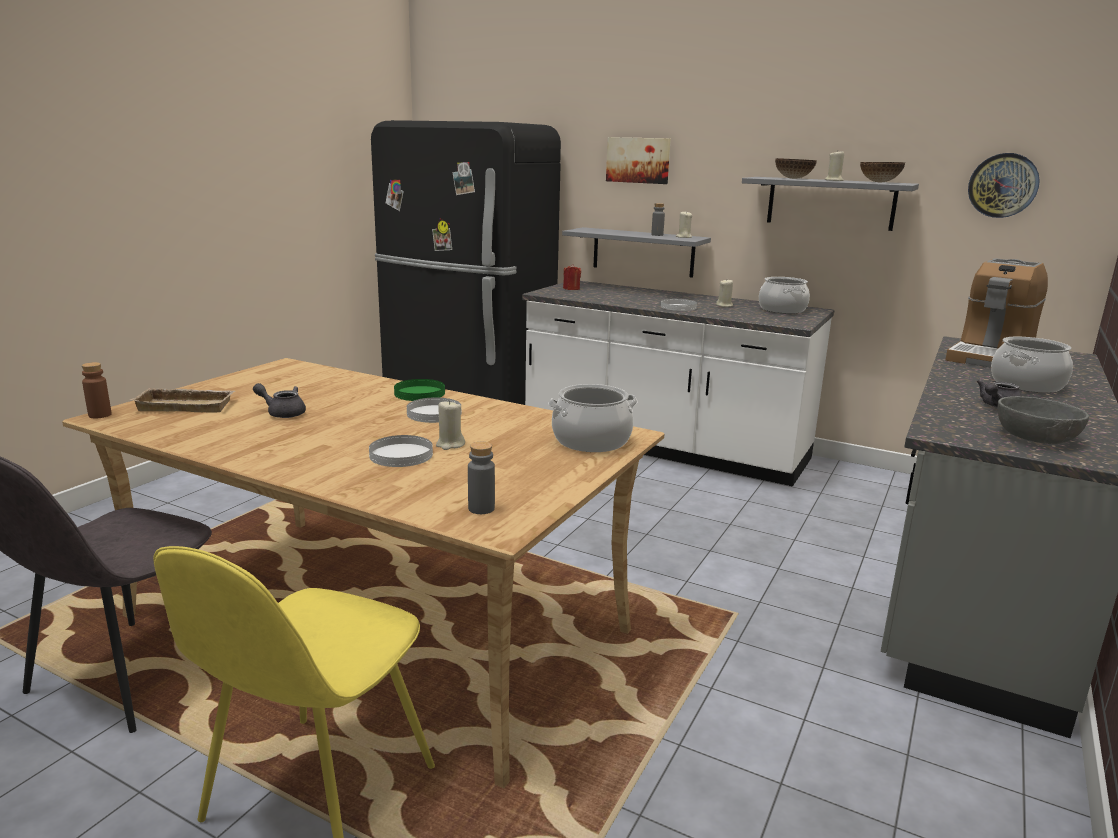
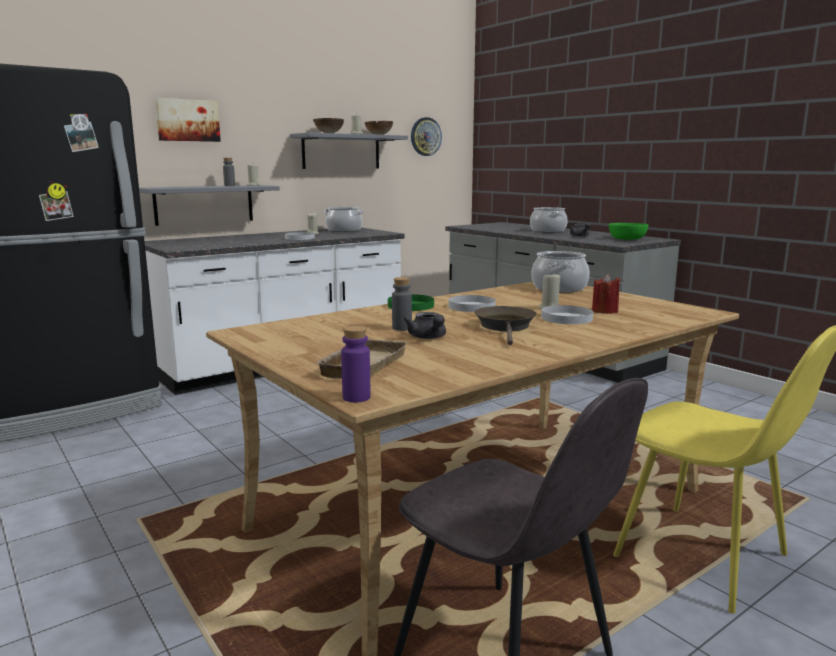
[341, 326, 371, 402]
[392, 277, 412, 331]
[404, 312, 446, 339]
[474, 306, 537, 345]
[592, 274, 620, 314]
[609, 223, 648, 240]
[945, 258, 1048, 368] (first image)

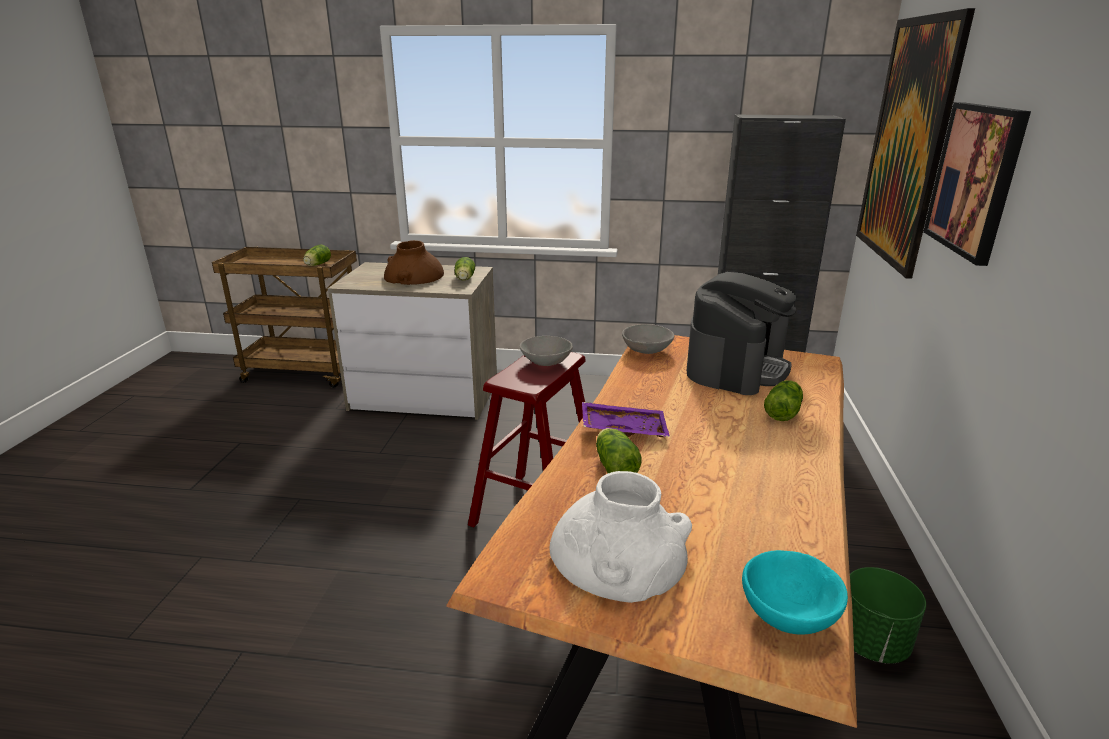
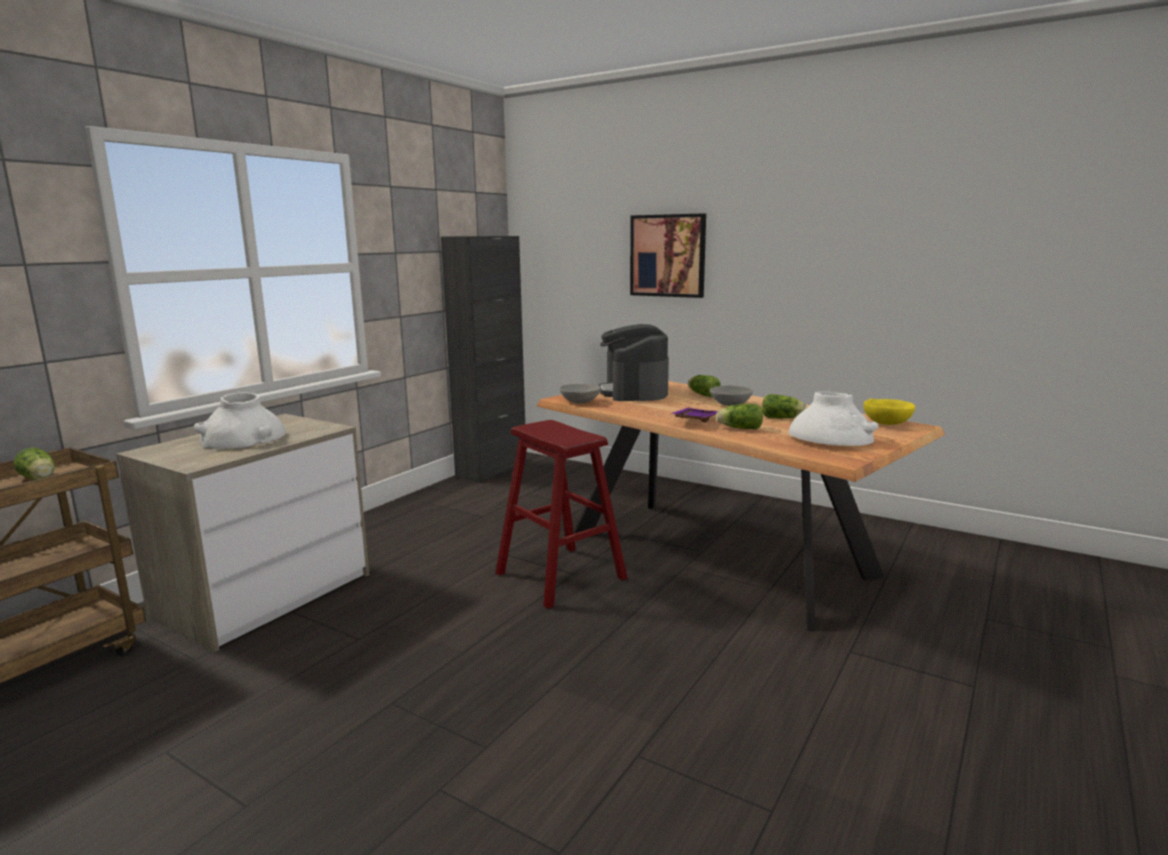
[194, 392, 286, 449]
[598, 324, 669, 401]
[710, 385, 753, 406]
[762, 394, 807, 418]
[863, 399, 915, 425]
[850, 567, 926, 664] (first image)
[856, 8, 975, 279] (first image)

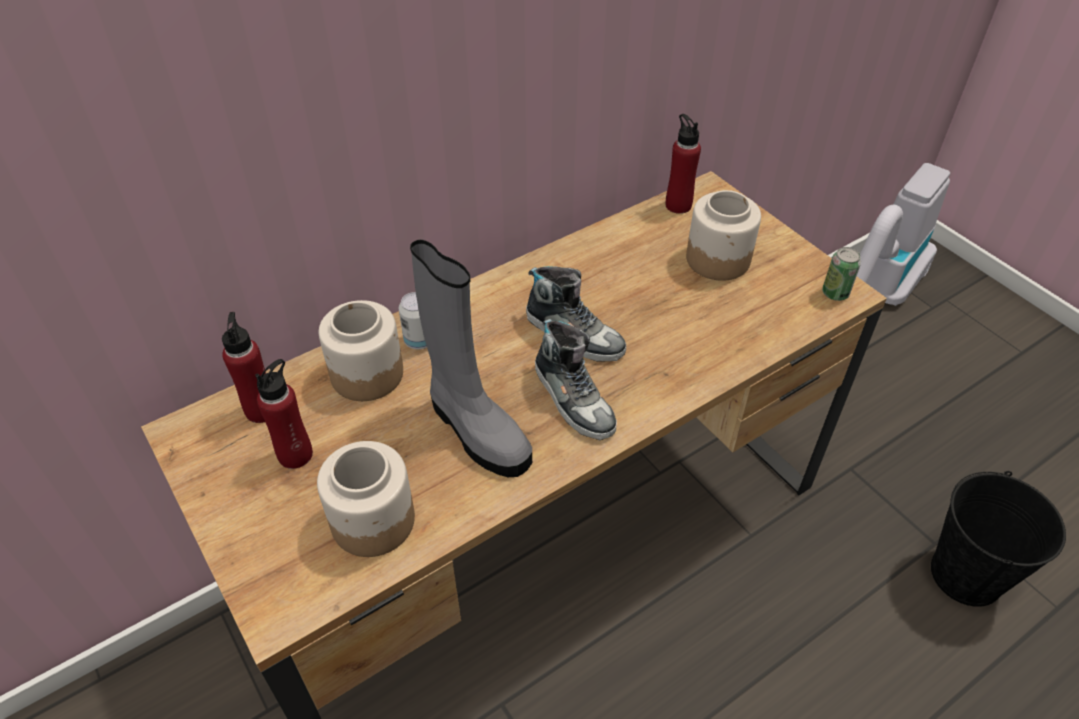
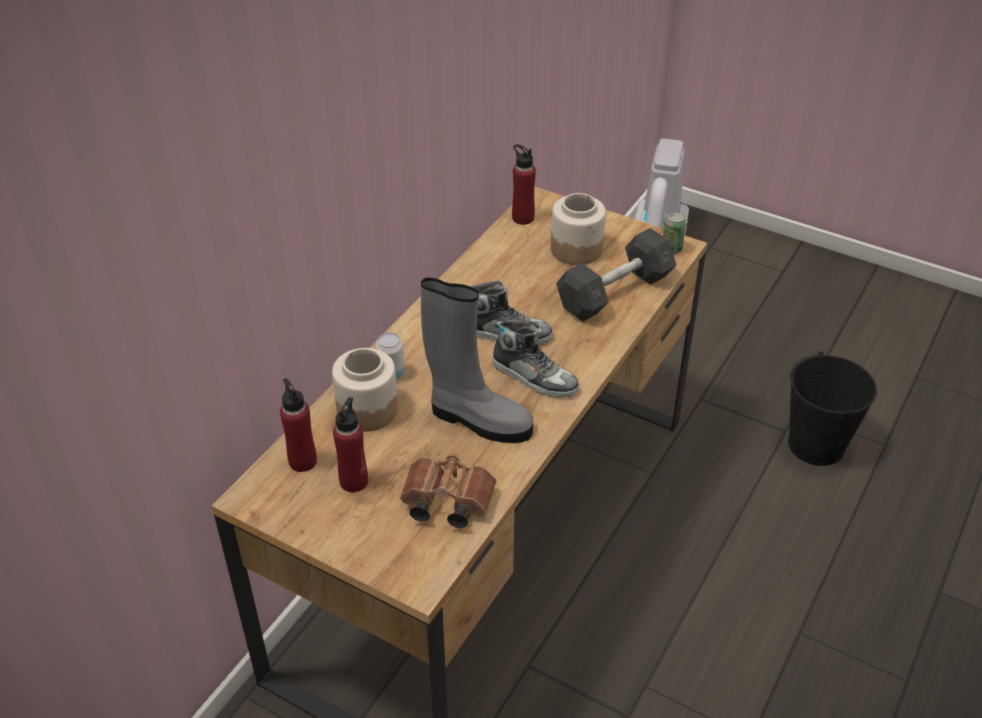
[400, 454, 497, 528]
[556, 228, 677, 322]

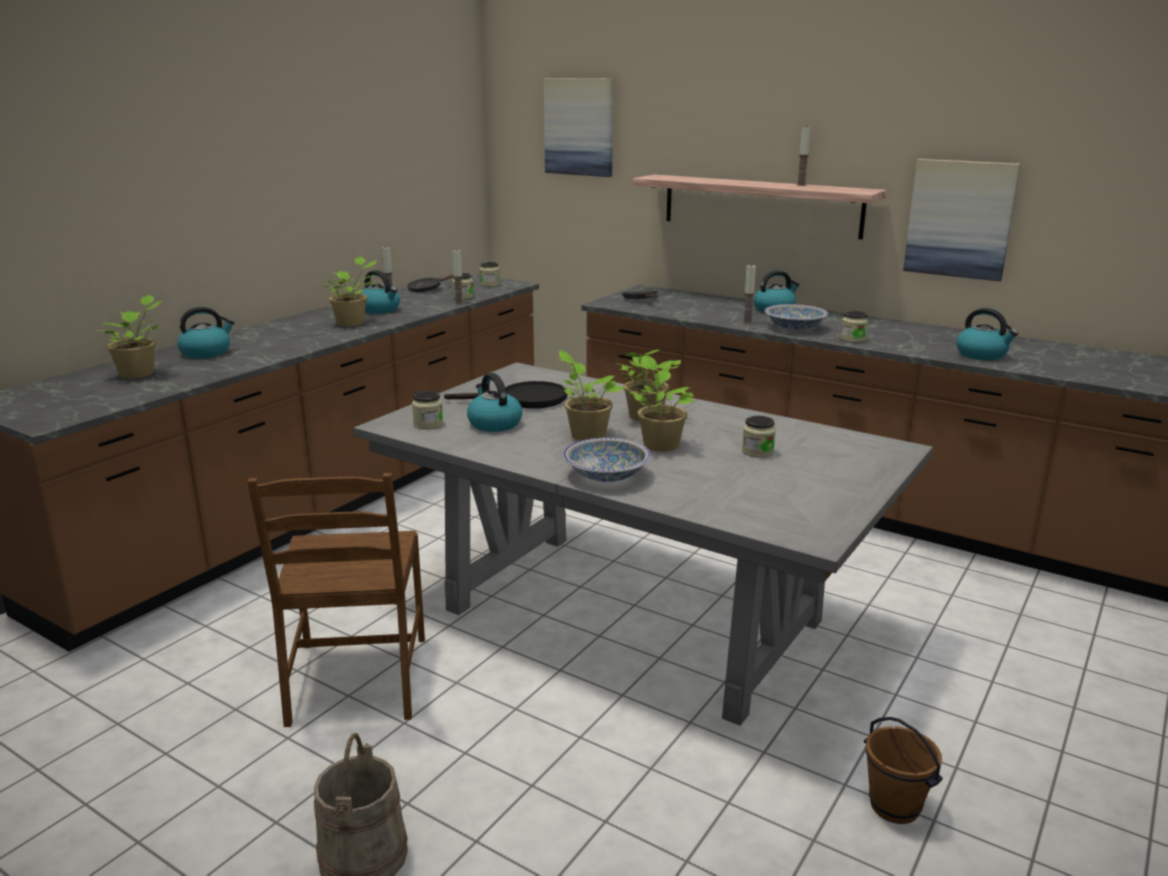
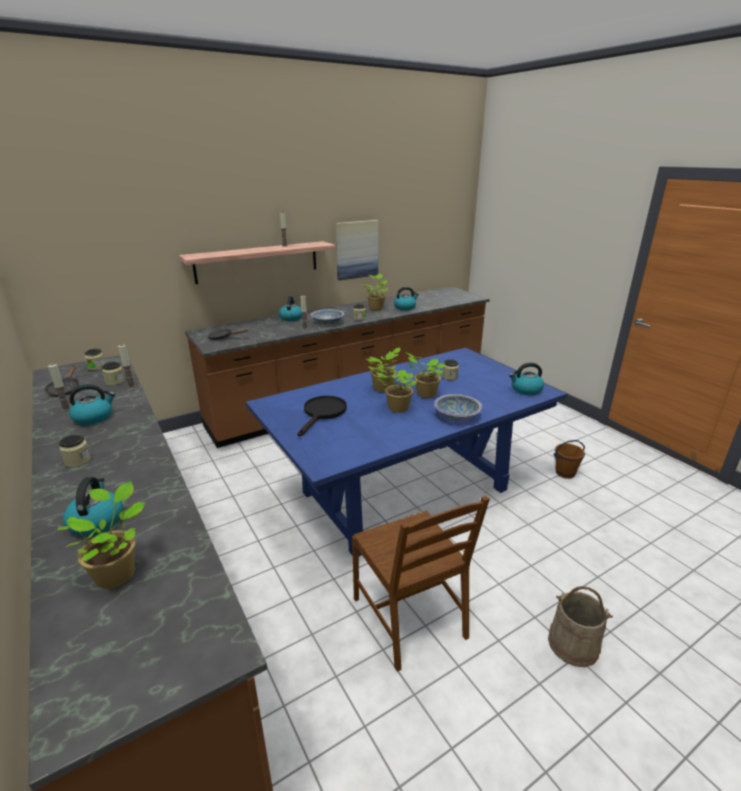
[59, 435, 91, 467]
[246, 348, 567, 556]
[352, 496, 490, 671]
[363, 274, 388, 311]
[509, 363, 544, 395]
[544, 78, 613, 177] (first image)

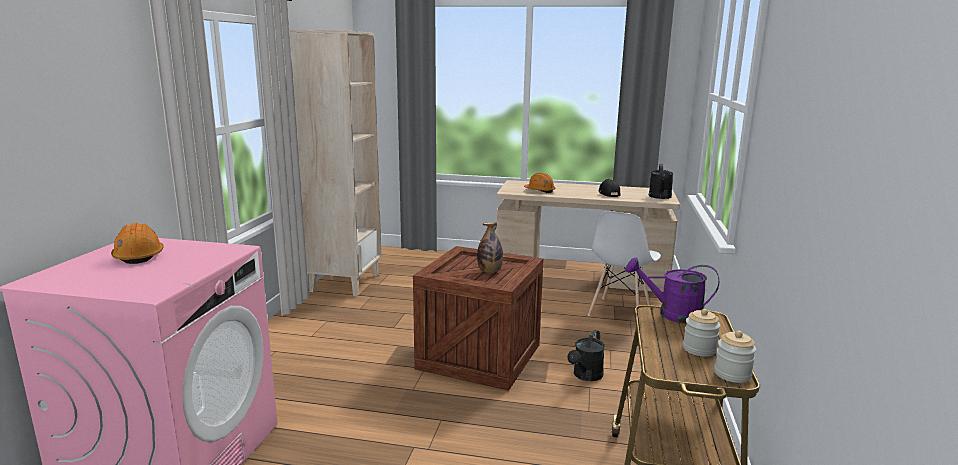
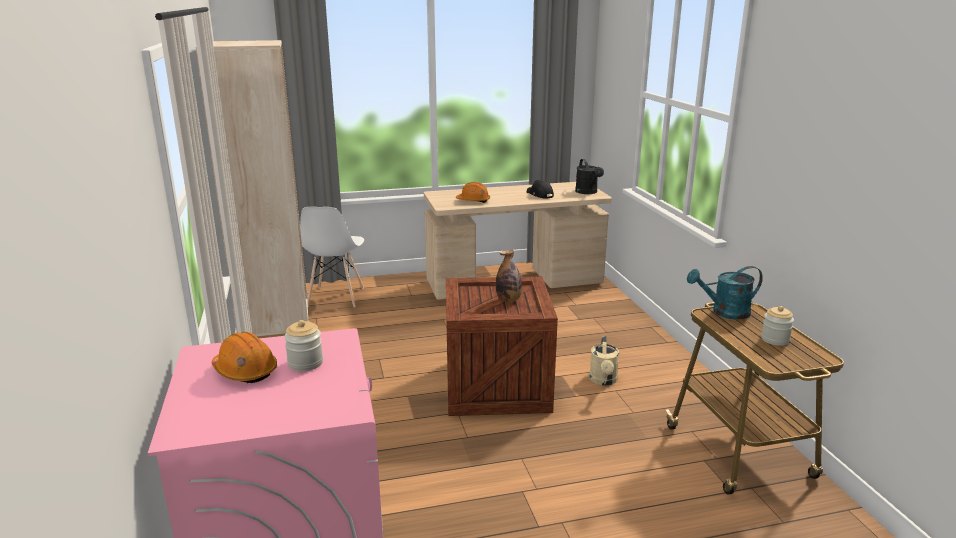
[284, 320, 323, 371]
[300, 207, 364, 307]
[589, 336, 619, 385]
[687, 266, 763, 320]

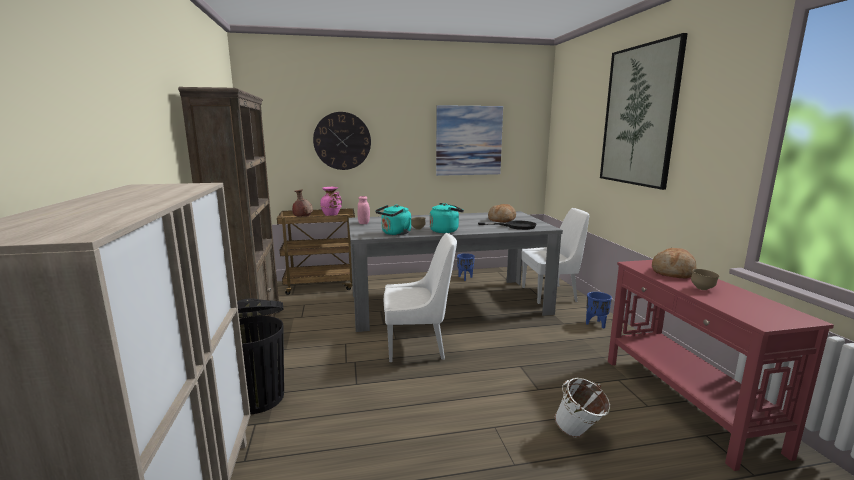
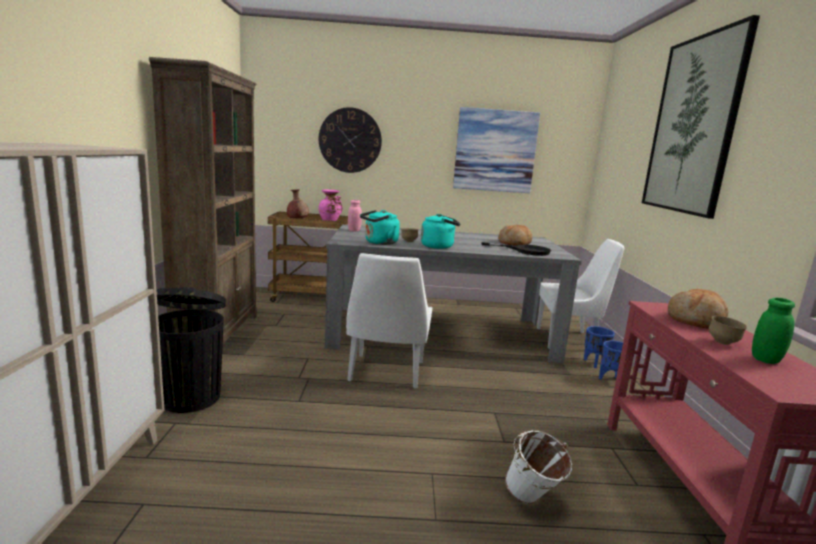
[346, 253, 432, 389]
[584, 326, 615, 368]
[752, 298, 795, 364]

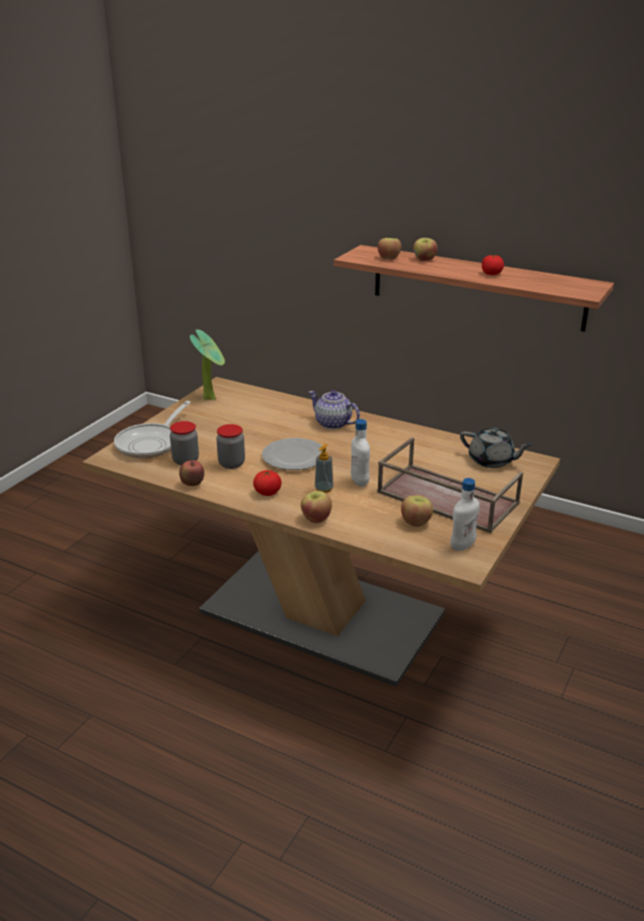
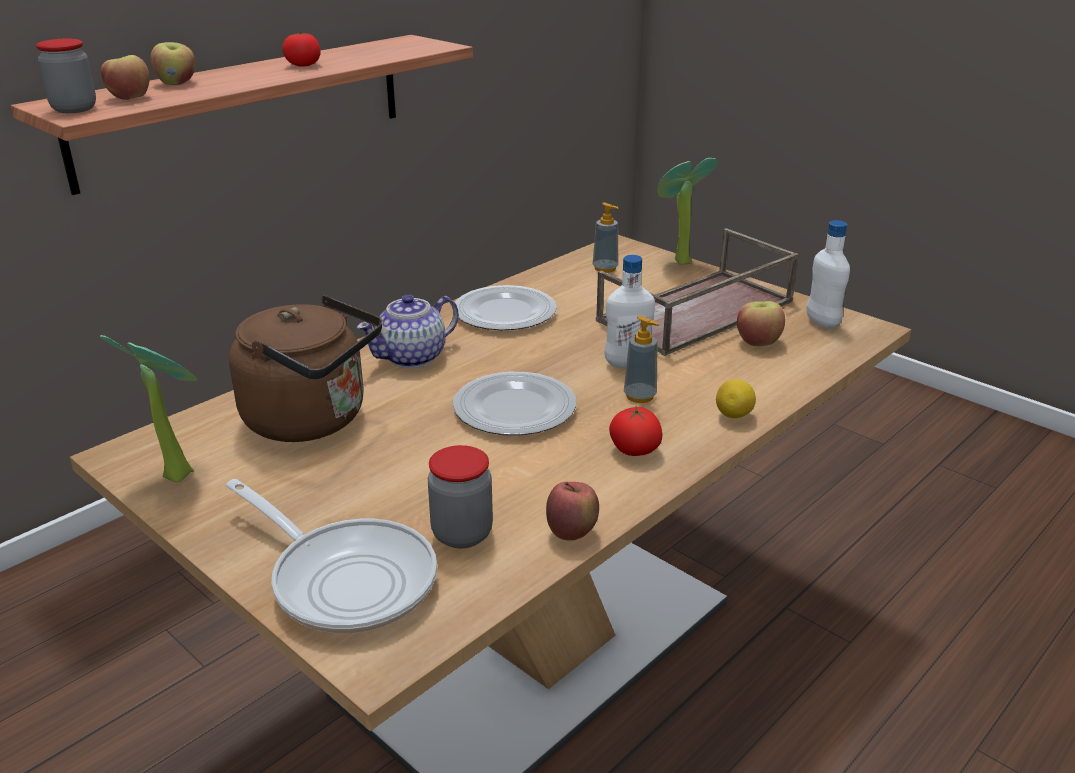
[36, 39, 96, 113]
[229, 295, 382, 442]
[455, 285, 557, 330]
[593, 202, 619, 273]
[657, 158, 718, 265]
[716, 379, 756, 418]

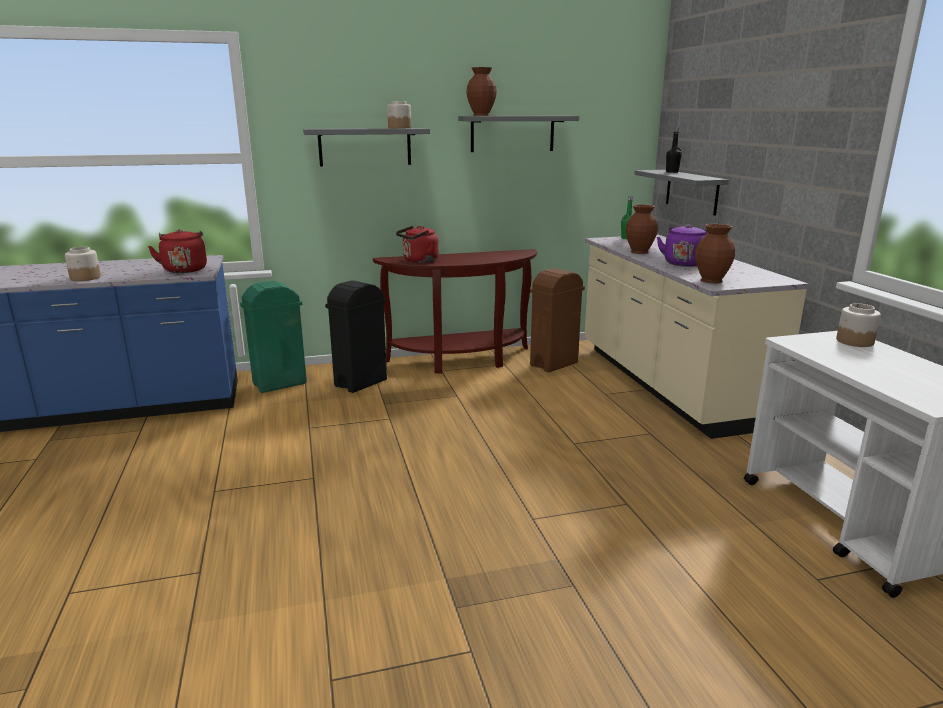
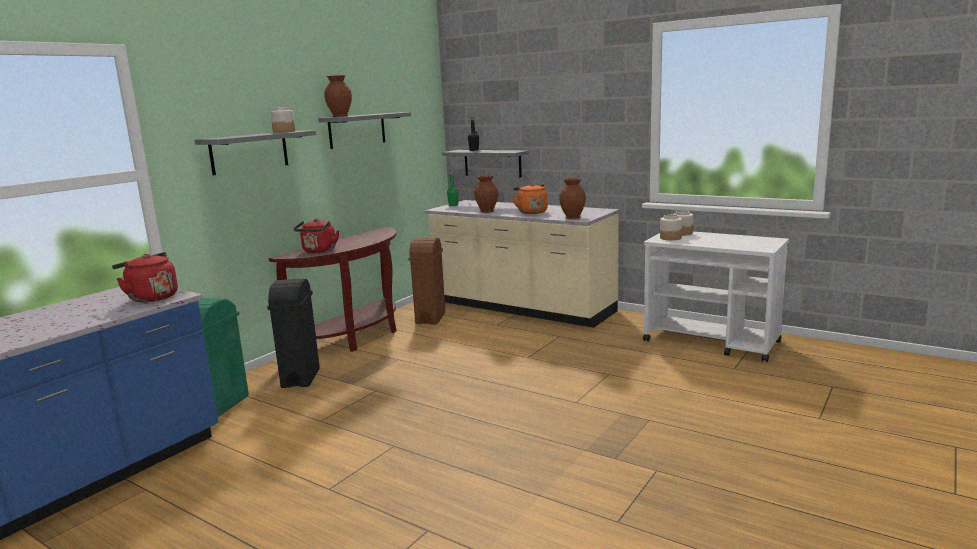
[512, 183, 548, 214]
[660, 214, 682, 240]

